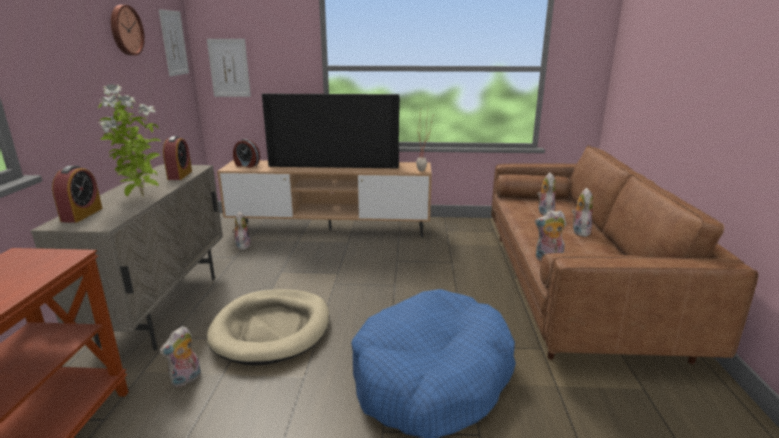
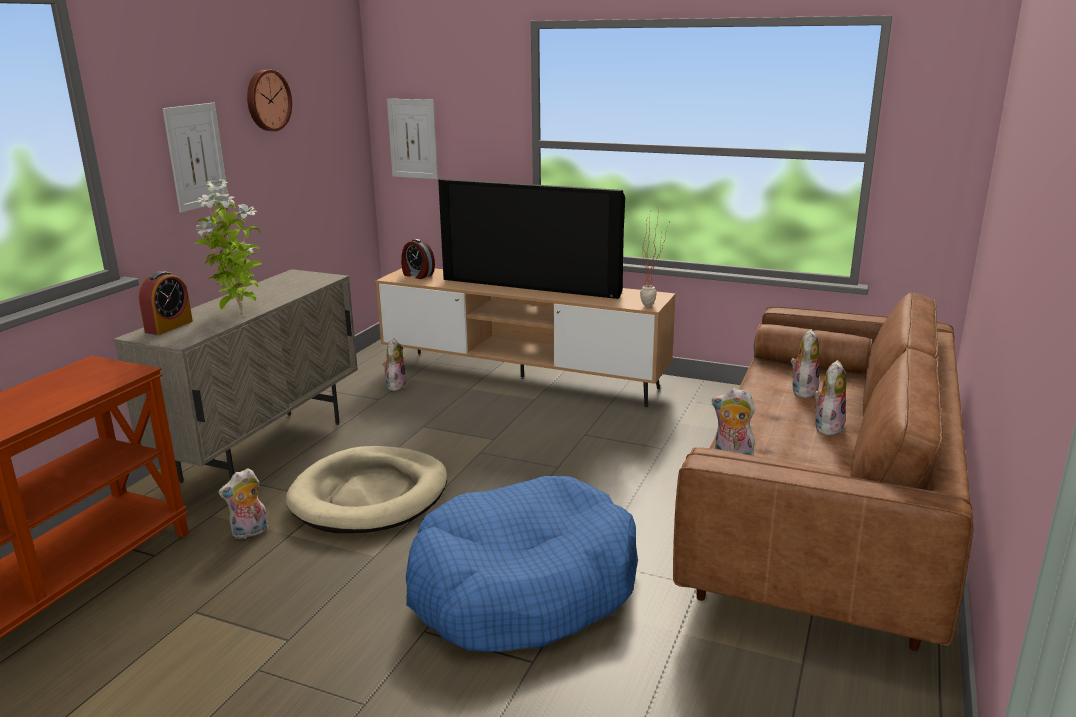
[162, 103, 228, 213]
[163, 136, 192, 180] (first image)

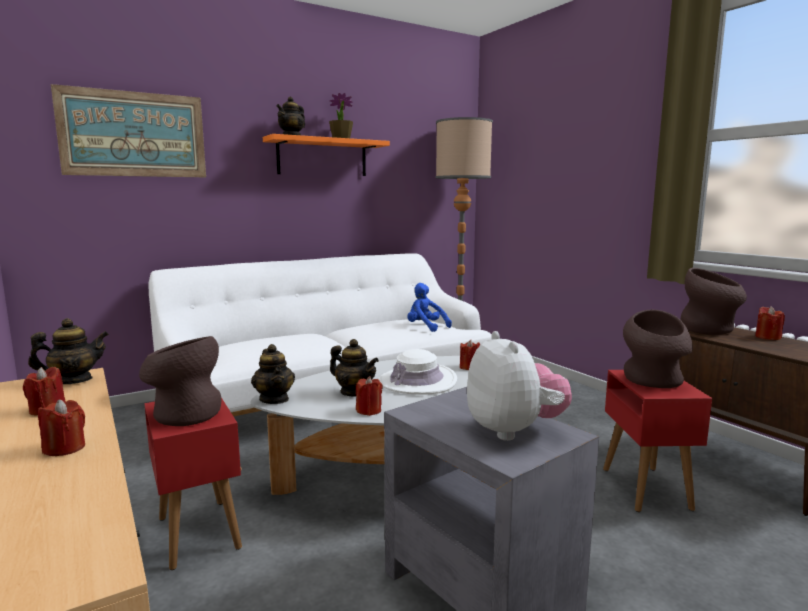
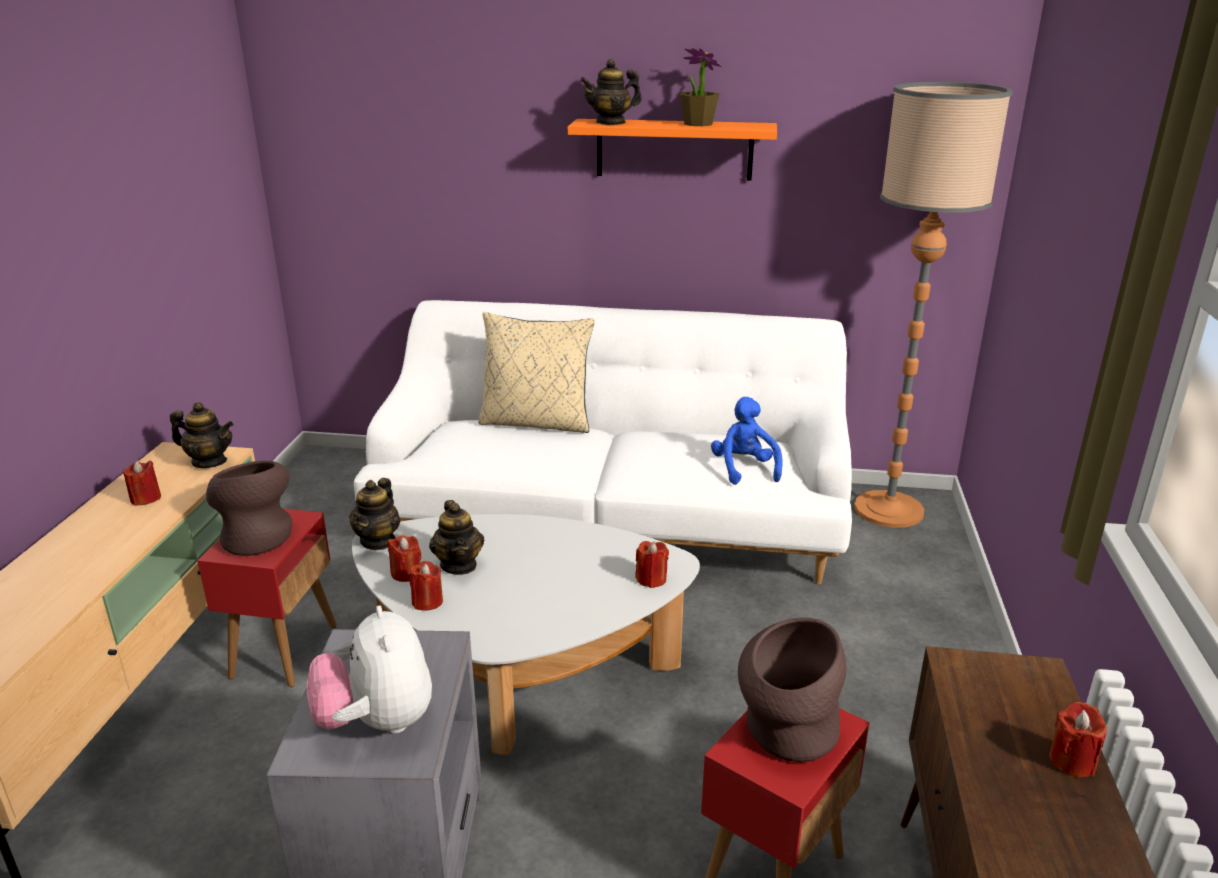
[307, 605, 432, 734]
[388, 535, 421, 582]
[478, 312, 595, 433]
[51, 84, 206, 177] (first image)
[378, 349, 457, 395] (first image)
[681, 268, 747, 335] (first image)

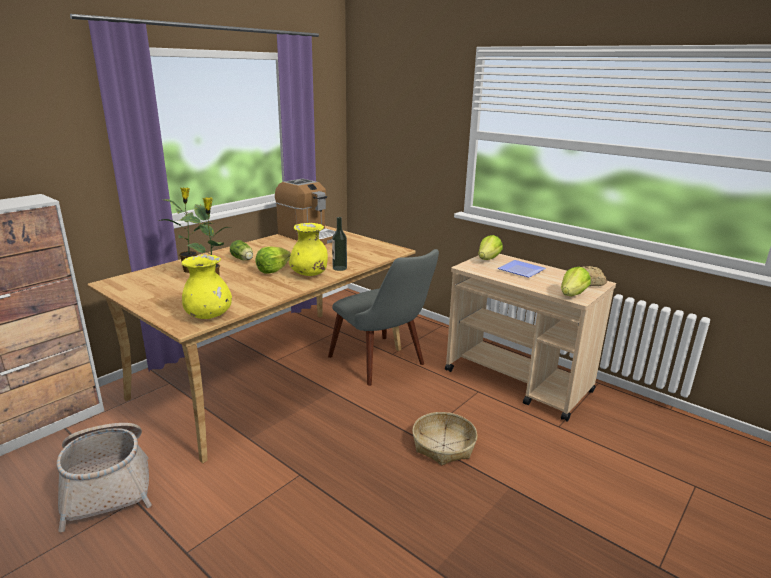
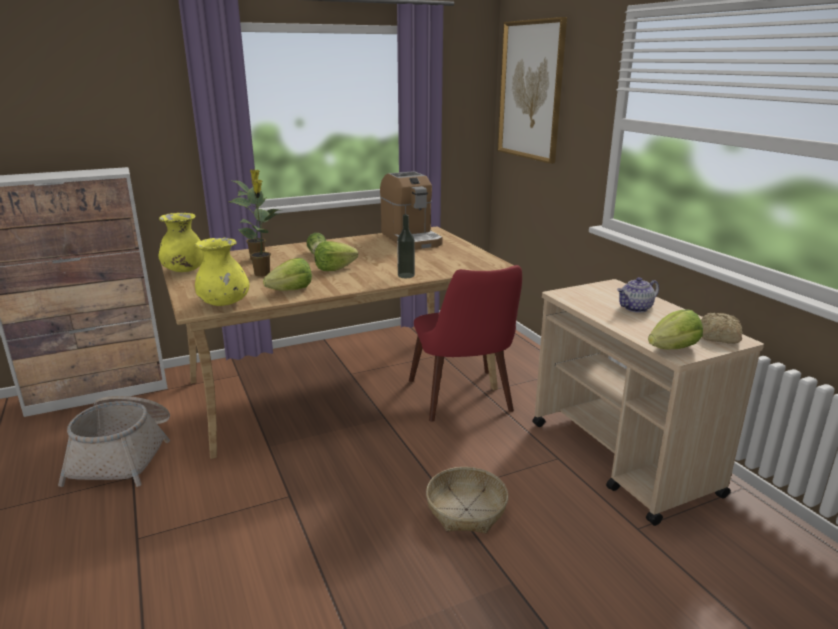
[158, 213, 204, 272]
[263, 258, 312, 291]
[409, 265, 522, 422]
[498, 17, 567, 164]
[617, 277, 659, 313]

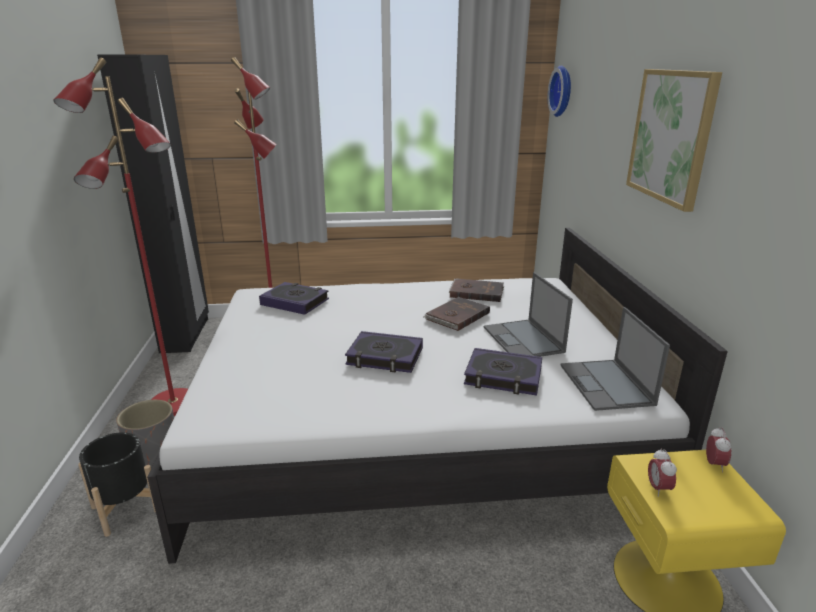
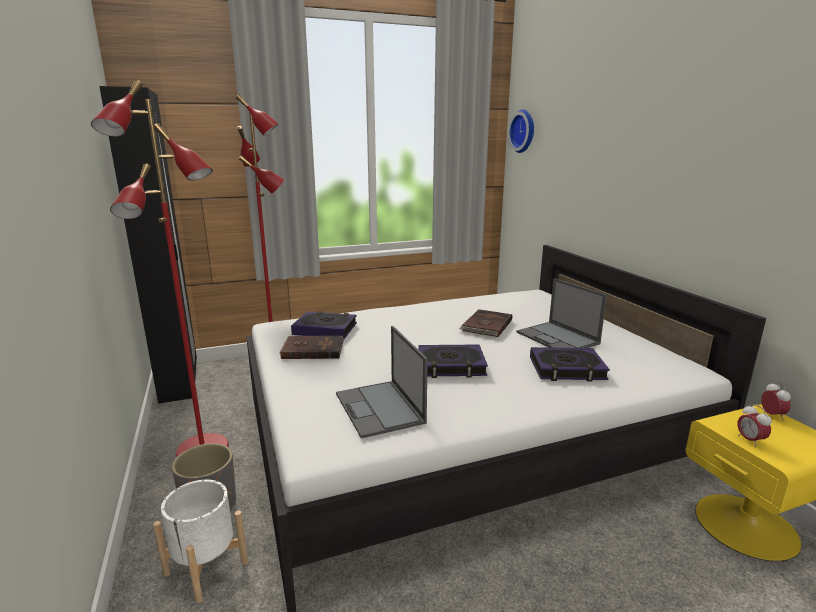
[153, 480, 248, 603]
[279, 335, 344, 359]
[336, 326, 428, 438]
[626, 69, 722, 212] (first image)

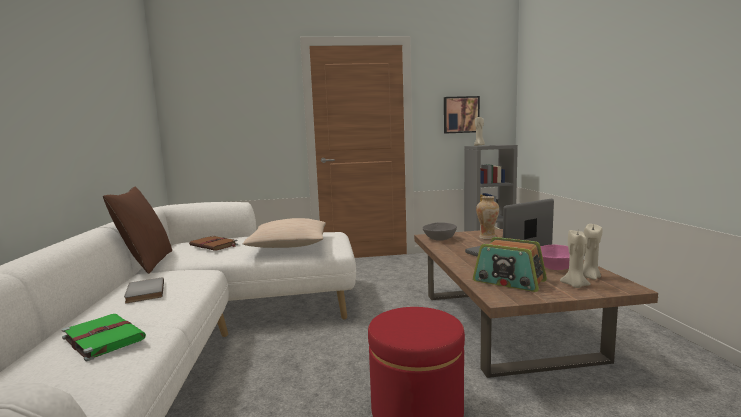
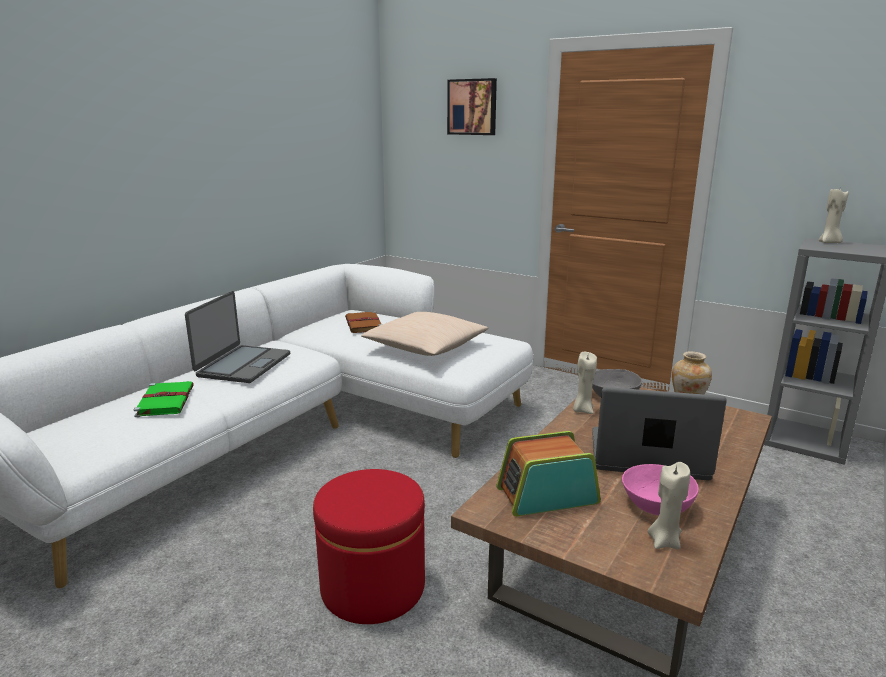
[185, 291, 290, 383]
[447, 78, 497, 135]
[497, 431, 601, 516]
[573, 352, 597, 414]
[103, 187, 172, 274] (first image)

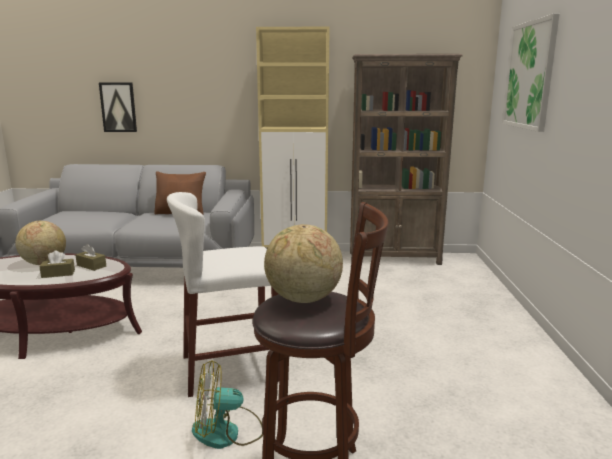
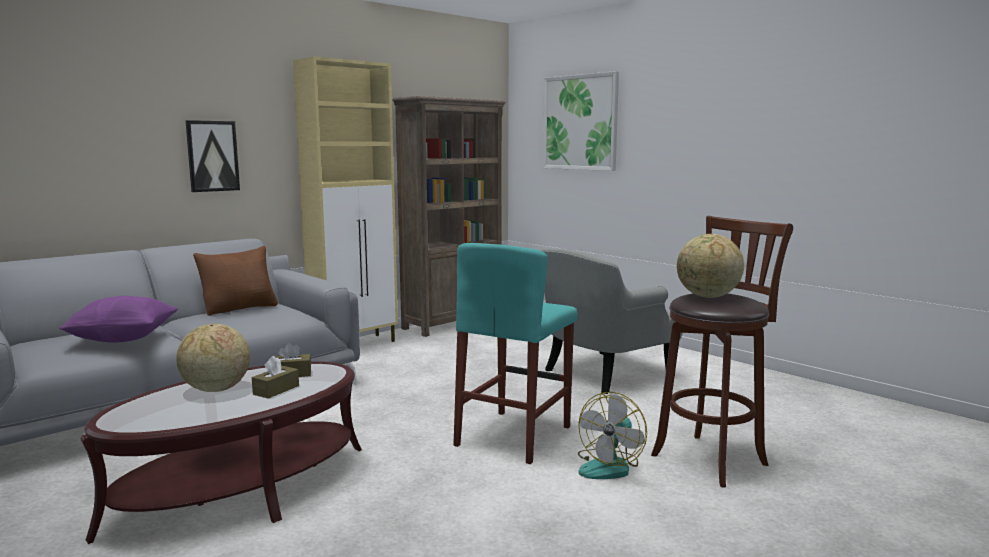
[59, 296, 178, 342]
[185, 120, 240, 192]
[453, 243, 578, 464]
[540, 248, 683, 394]

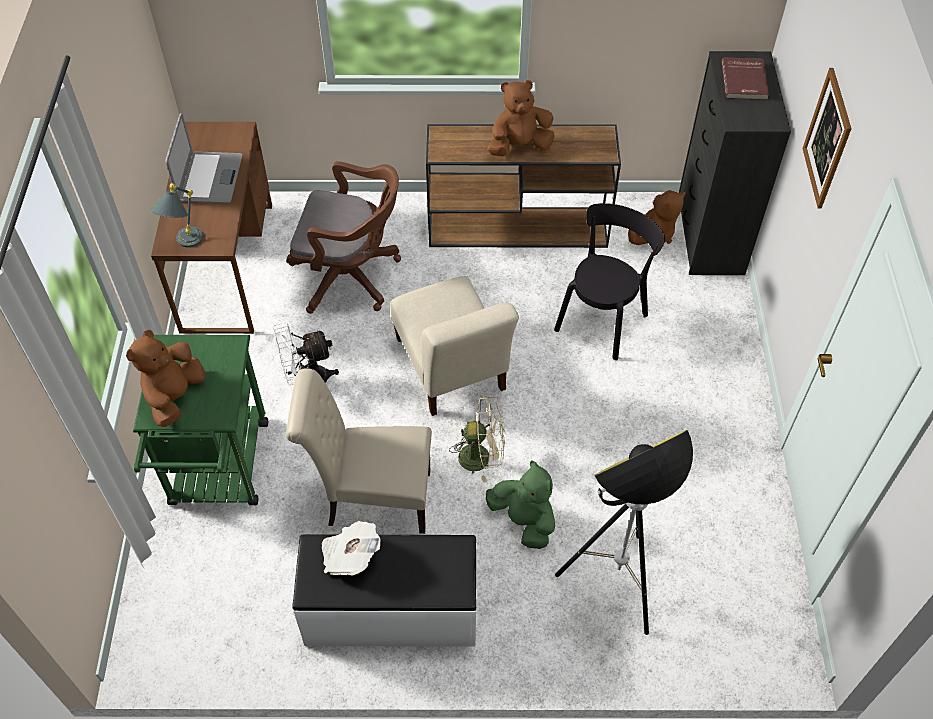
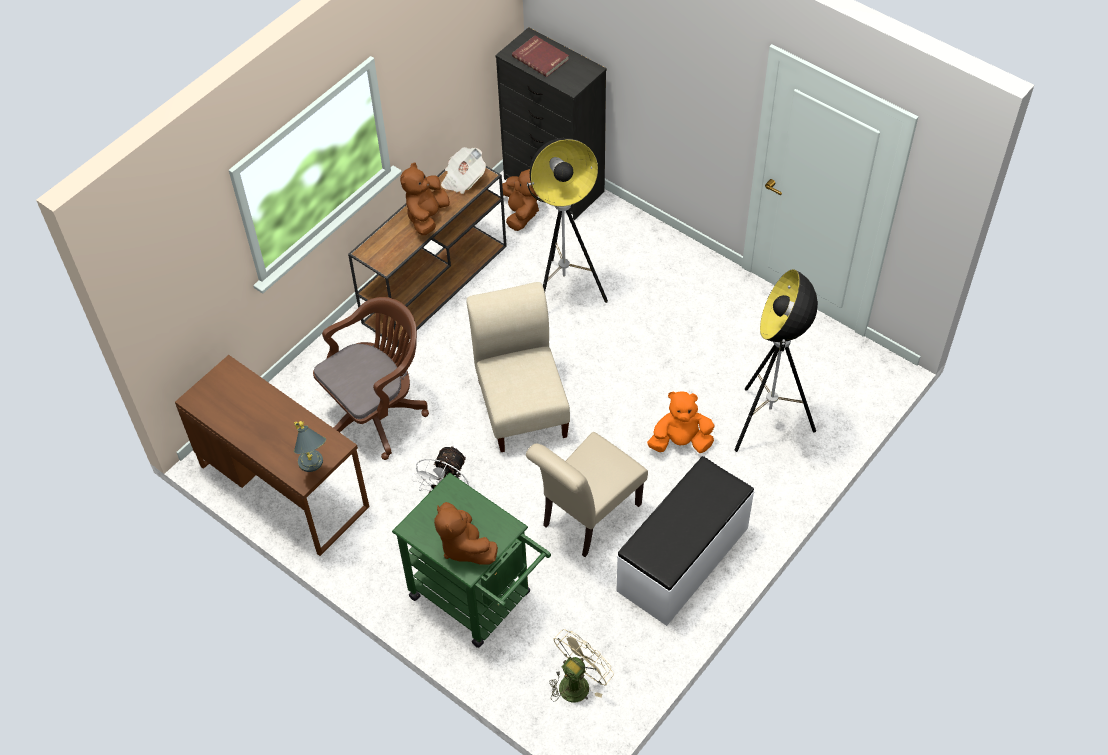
[441, 147, 486, 194]
[466, 282, 570, 452]
[527, 138, 608, 303]
[549, 629, 614, 703]
[647, 391, 714, 453]
[165, 113, 242, 204] (first image)
[802, 68, 852, 208] (first image)

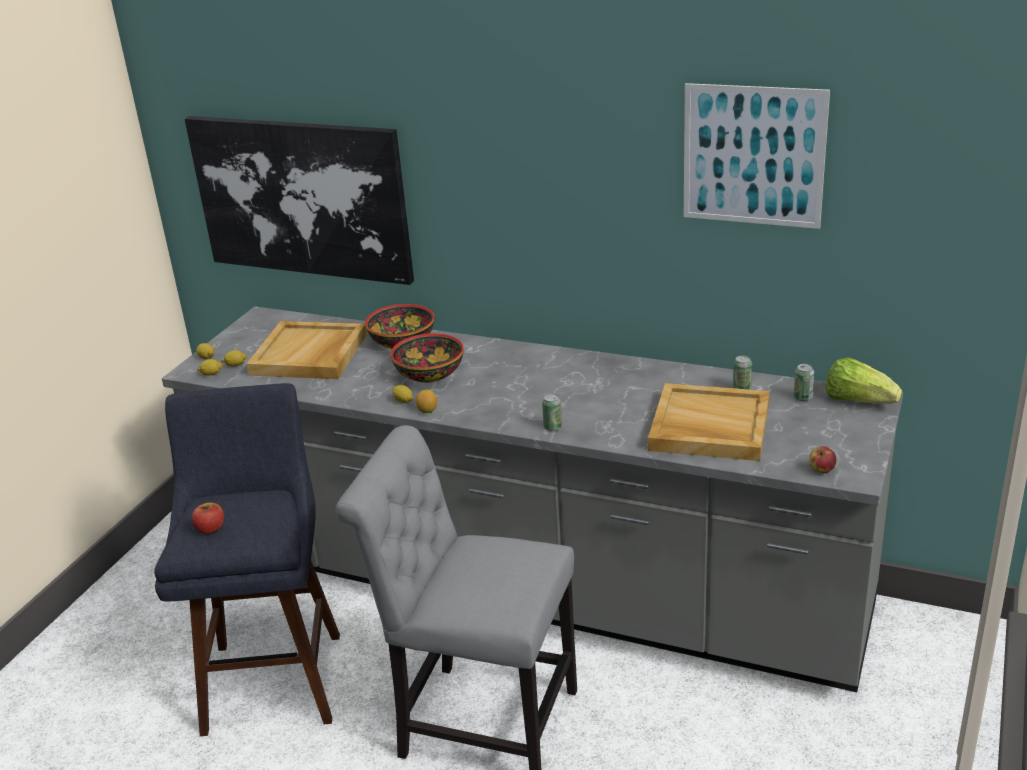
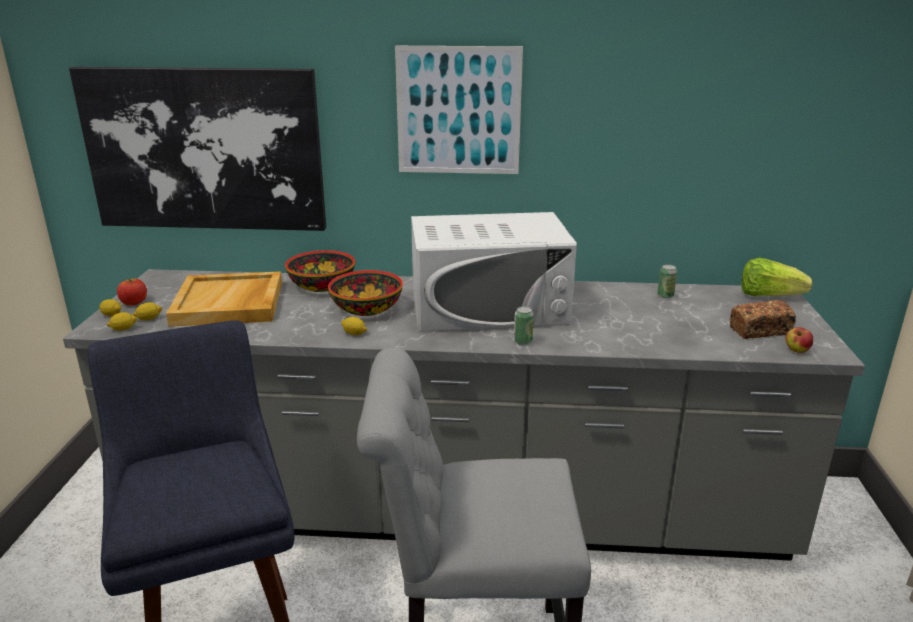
[117, 279, 147, 305]
[395, 46, 523, 174]
[411, 212, 577, 332]
[730, 300, 796, 339]
[416, 390, 437, 413] (first image)
[648, 383, 770, 461] (first image)
[794, 364, 814, 401] (first image)

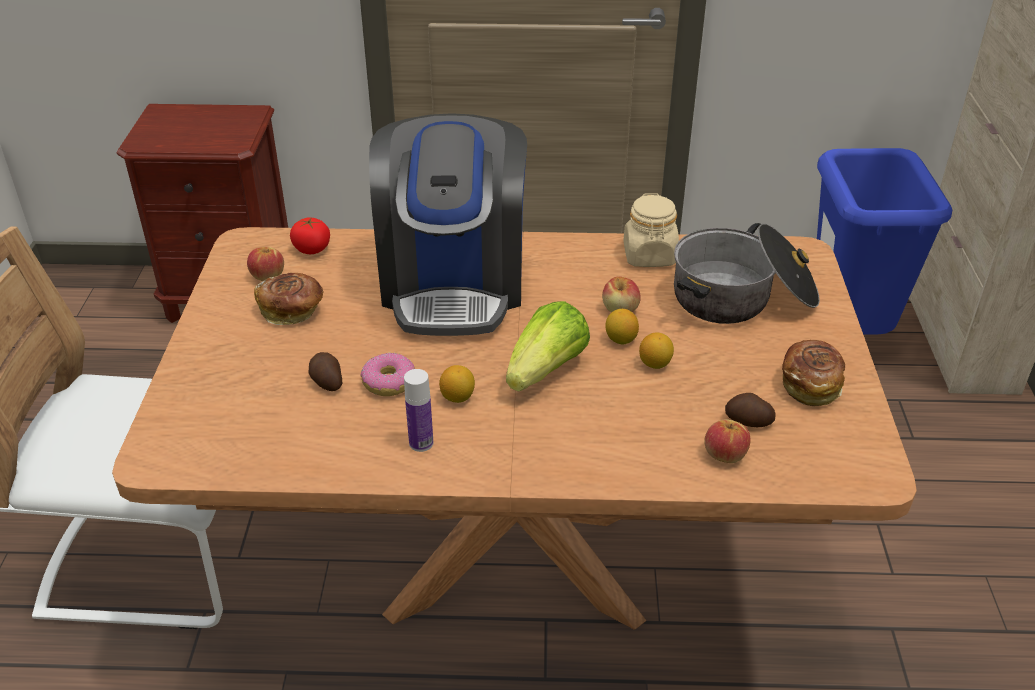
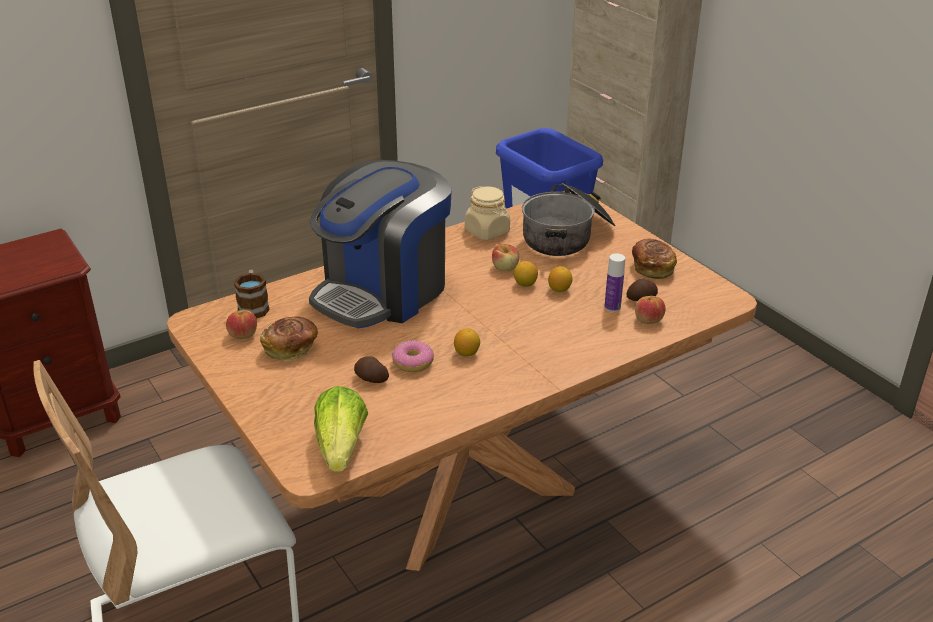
[234, 270, 270, 318]
[309, 160, 452, 329]
[314, 386, 368, 472]
[604, 253, 625, 312]

